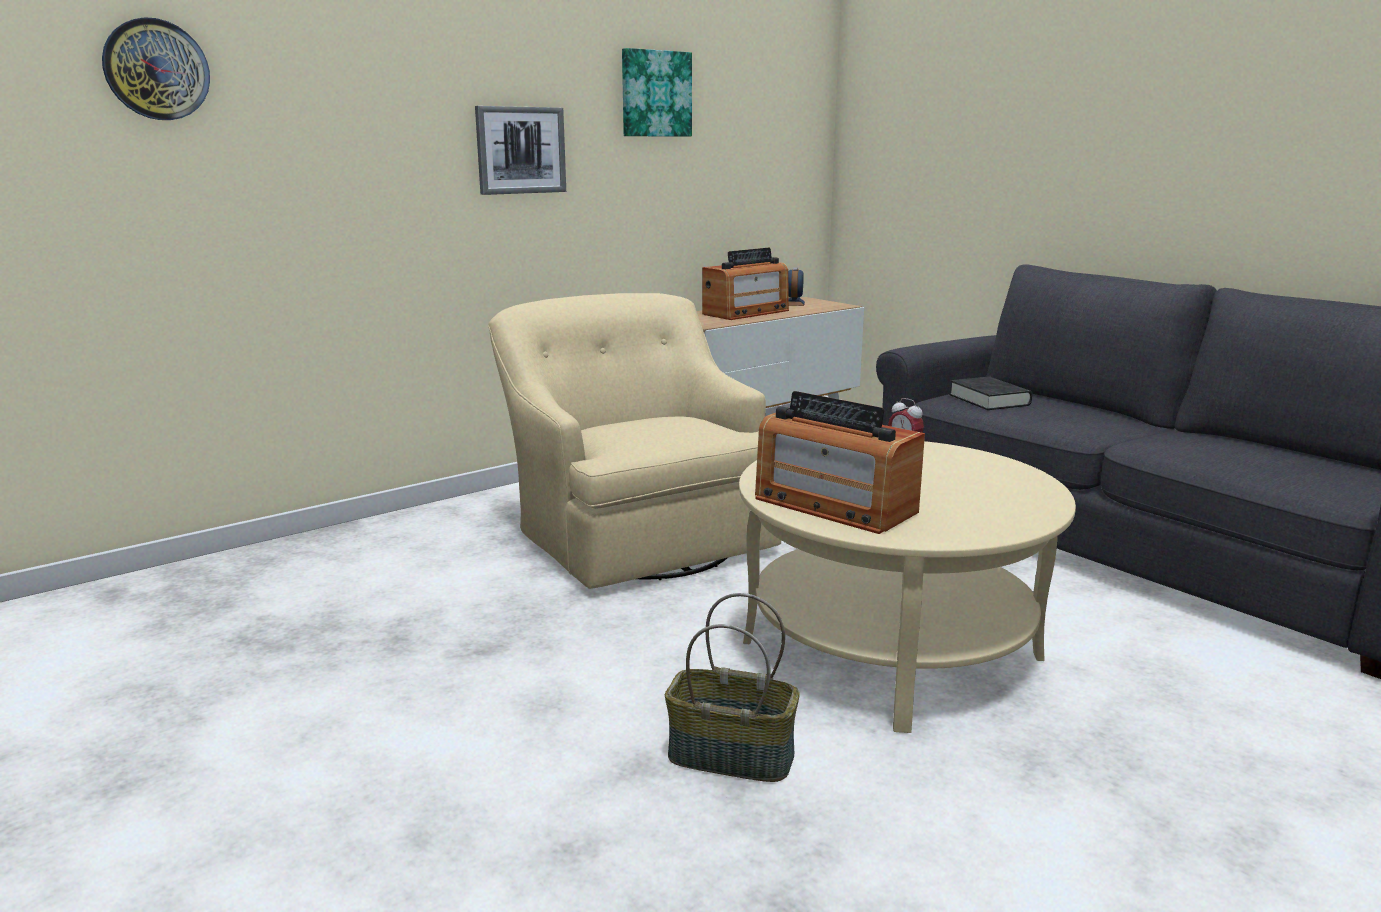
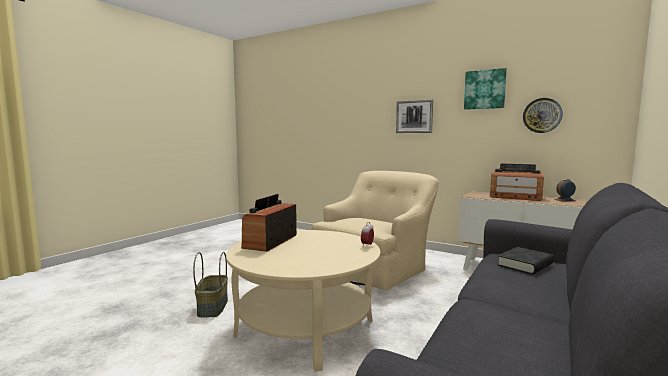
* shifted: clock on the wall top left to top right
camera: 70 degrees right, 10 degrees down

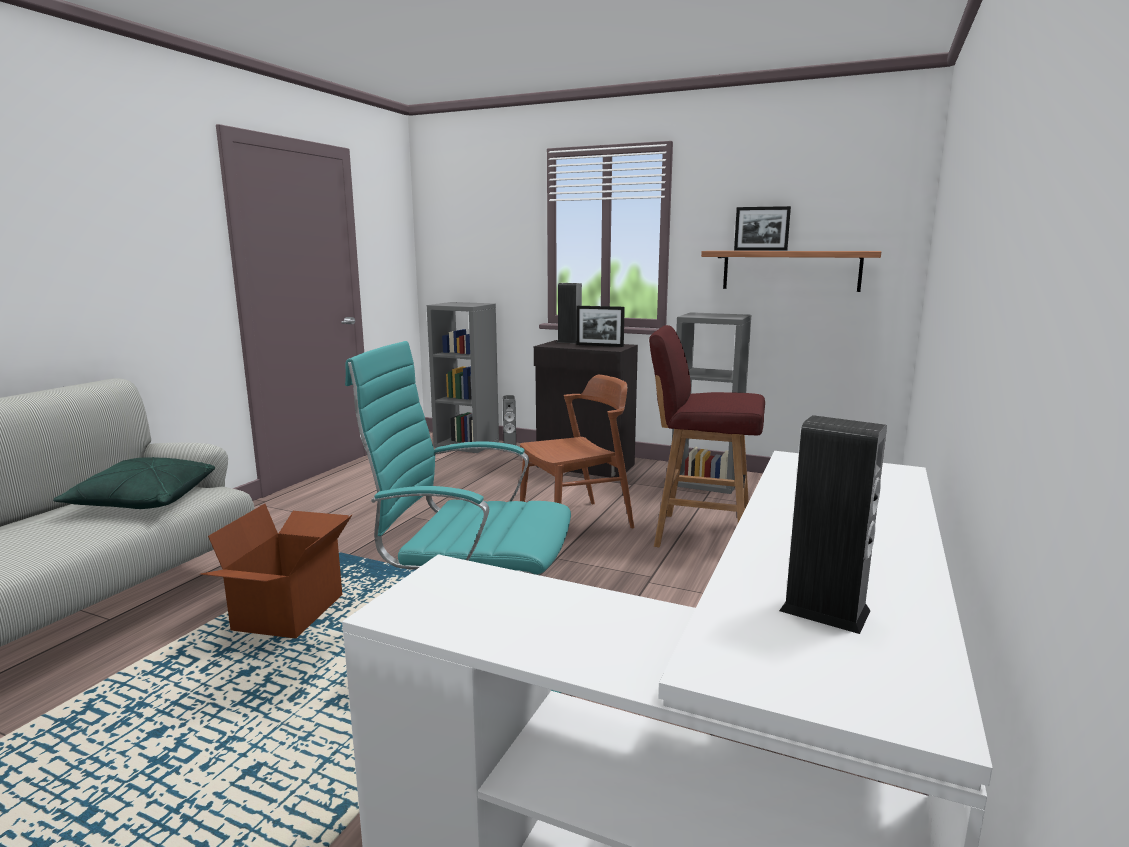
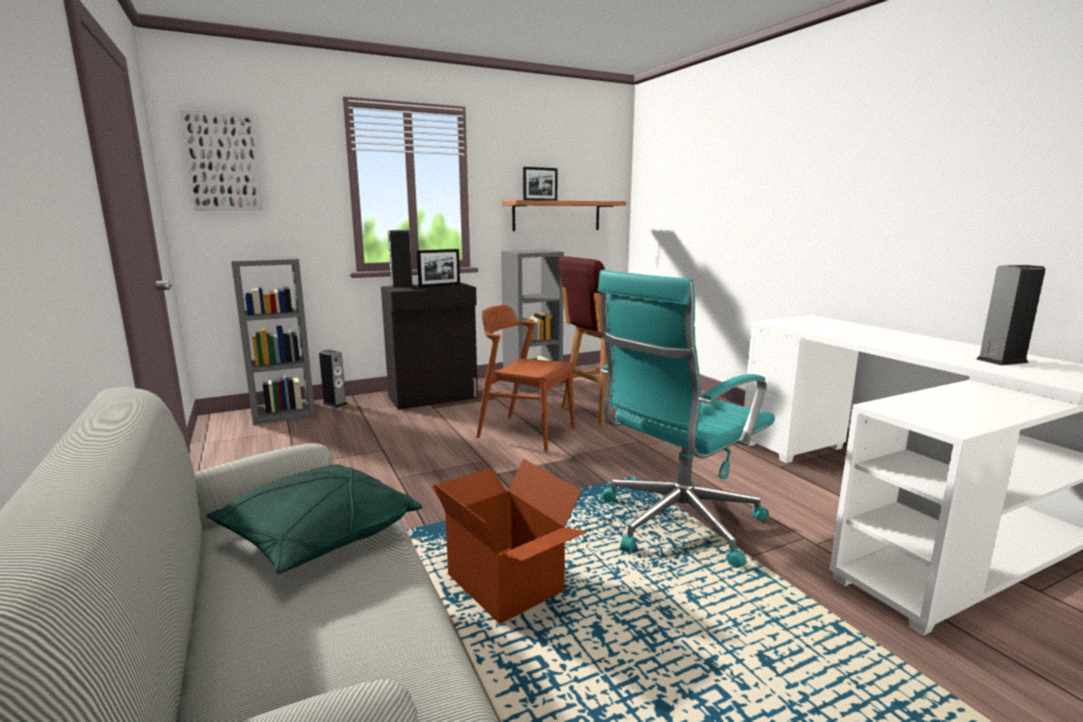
* new: wall art top left
* rotated: plain chair/brown centre = centre 75 degrees counterclockwise
camera: 50 degrees left, 0 degrees up

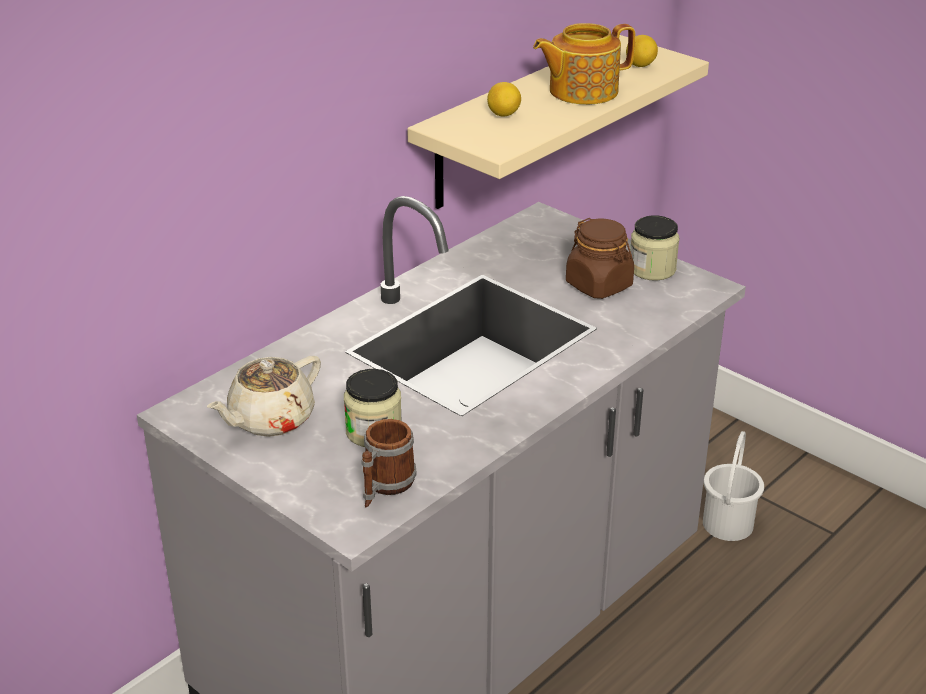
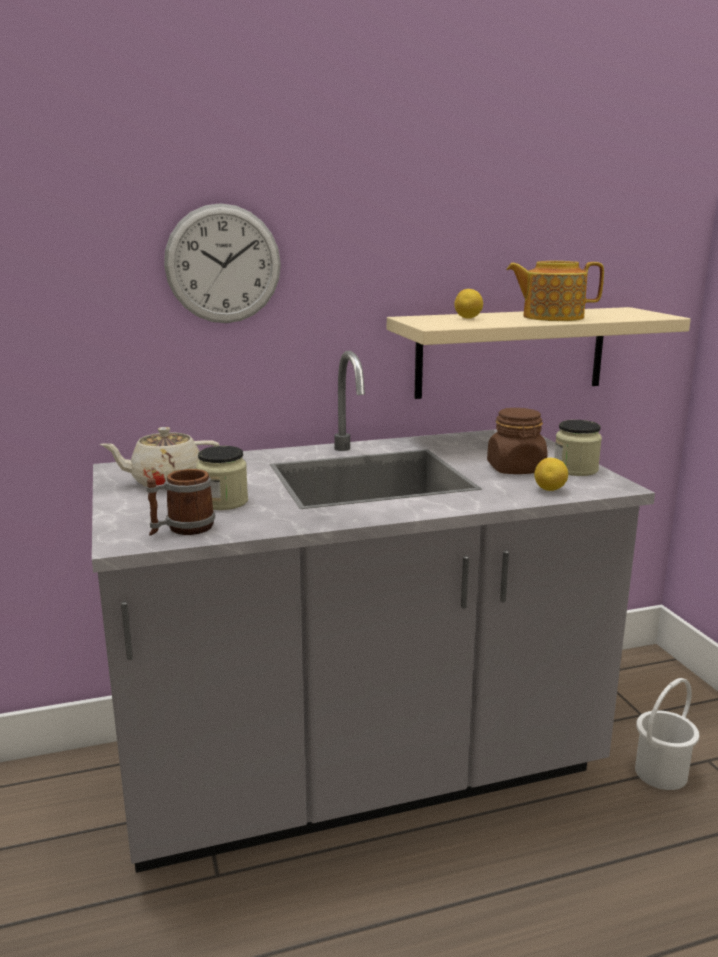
* new: clock on the wall top left
* shifted: lemon (no. 2 from left) top right to middle right
camera: 30 degrees right, 15 degrees down

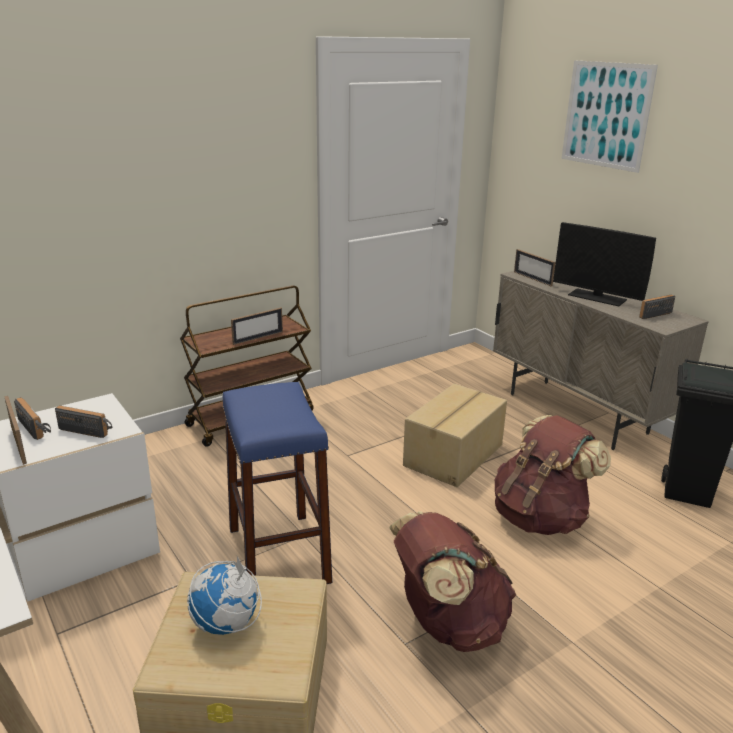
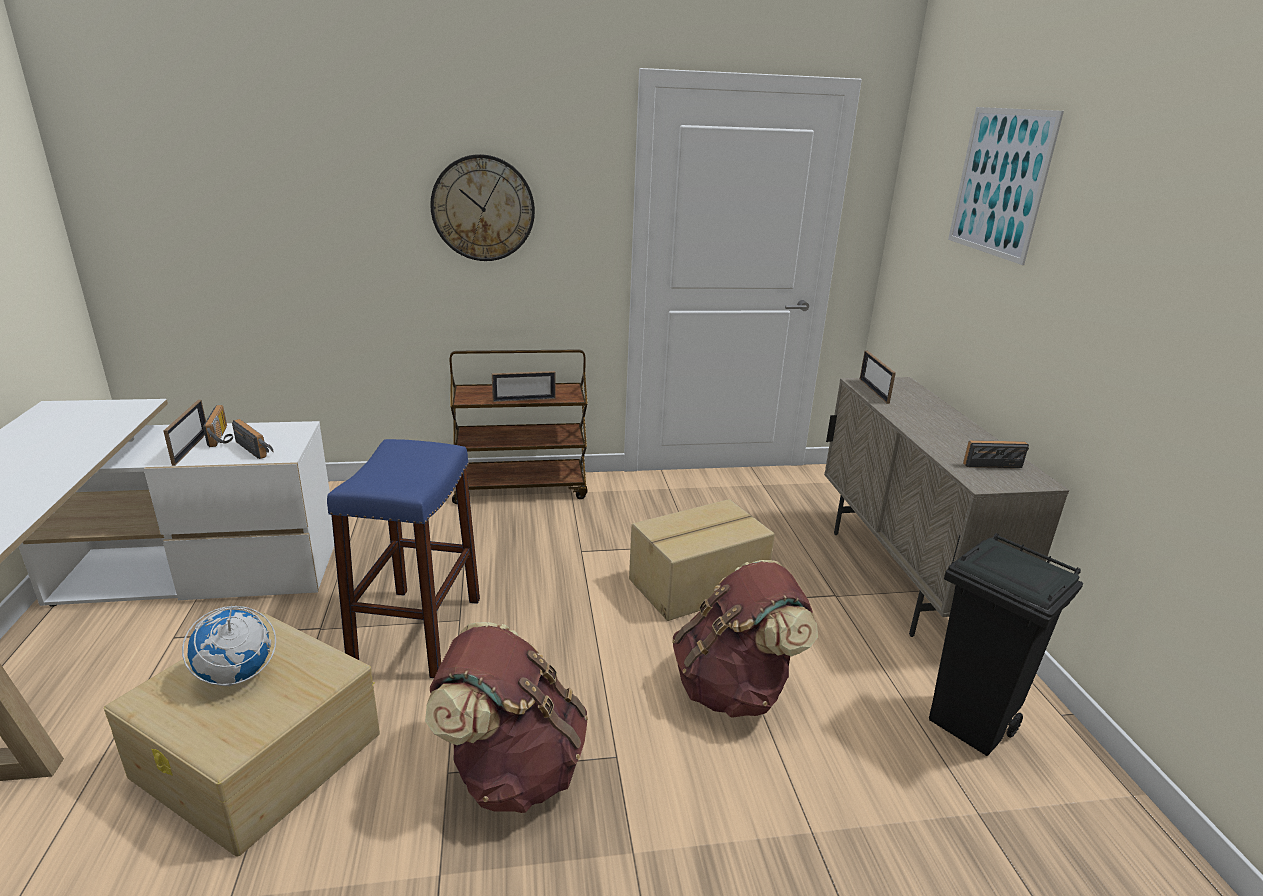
* gone: computer display middle right
* new: clock on the wall top centre
camera: 25 degrees right, 0 degrees up

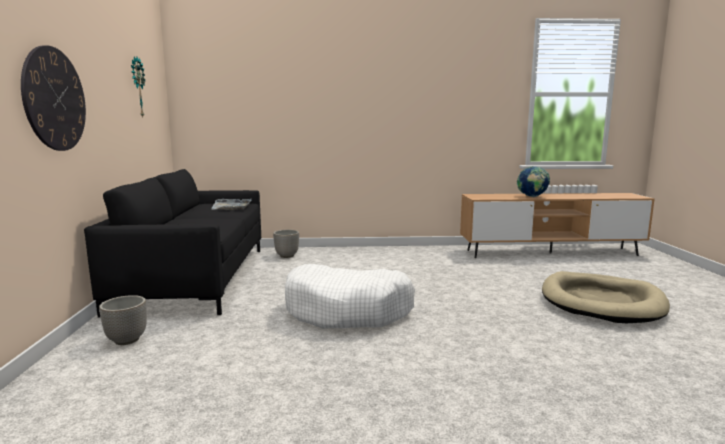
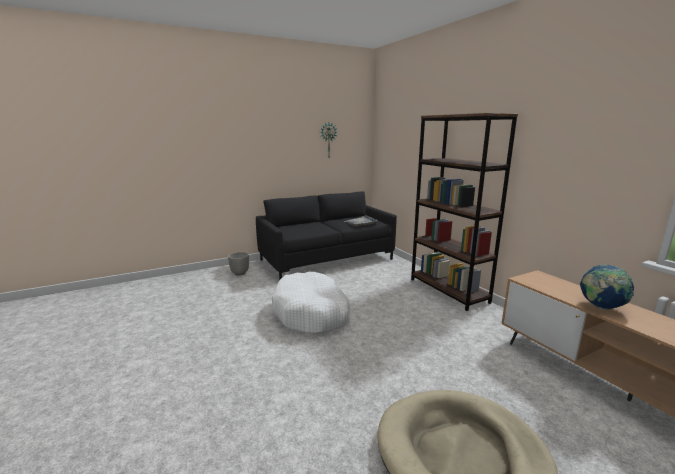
* gone: clock on the wall (no. 1 from left) top left
* gone: flower pot (no. 2 from left) centre
* new: bookshelf/brown middle right
camera: 65 degrees right, 5 degrees up

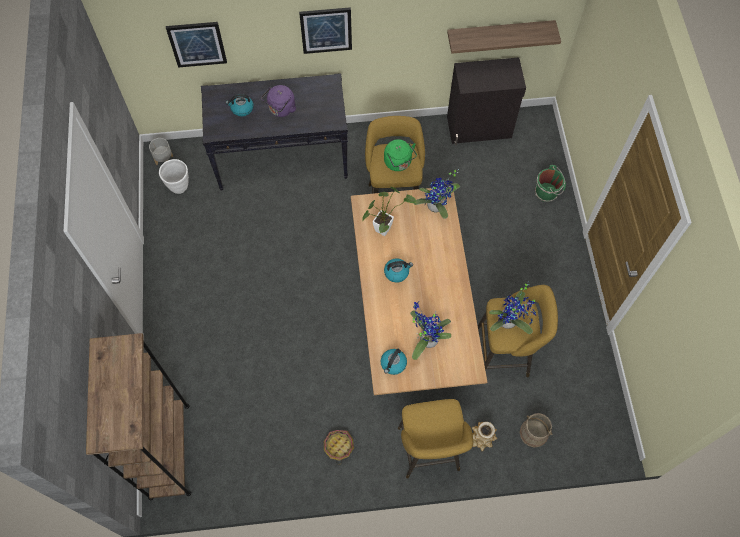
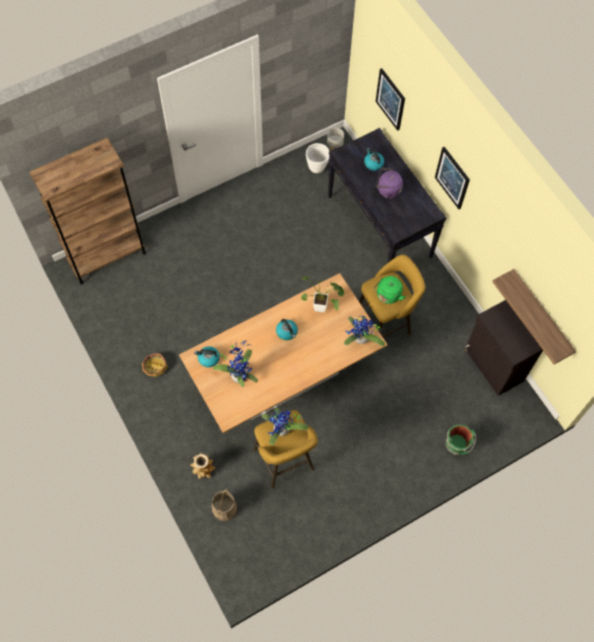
* gone: stool seat/yellowish (no. 2 from left) bottom centre
camera: 65 degrees right, 0 degrees up

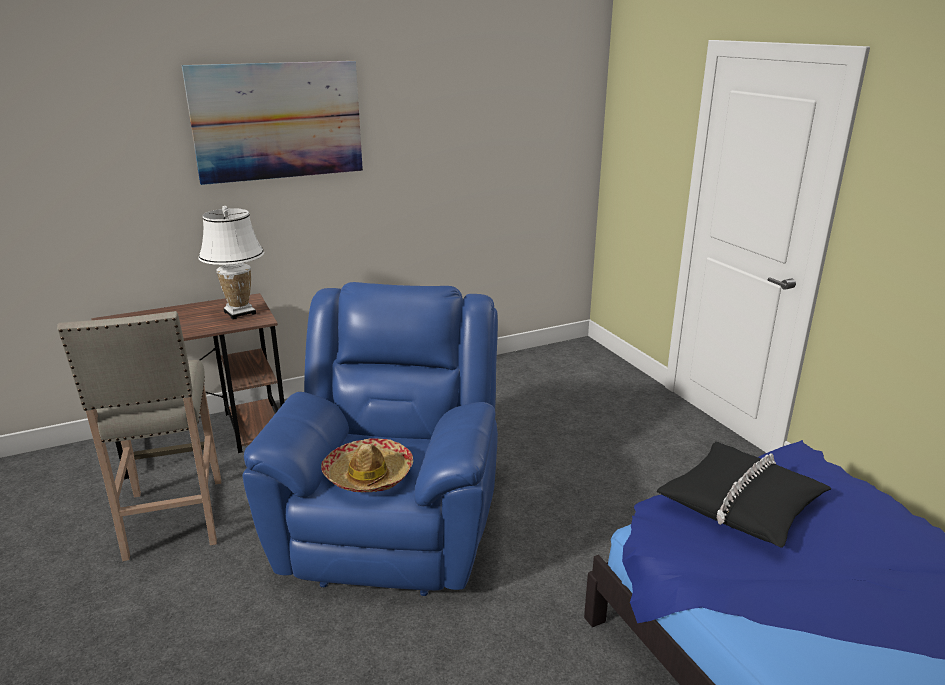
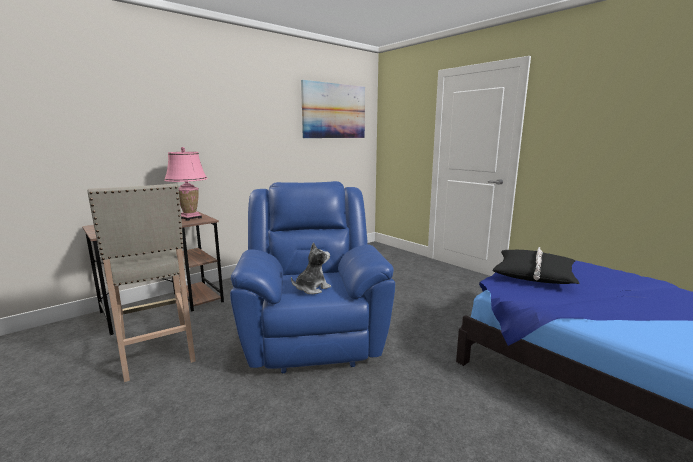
* shifted: wall art top left to top centre
* swapped: hat bottom centre to cuddly toy centre
* repainted: tabletop lamp/whitish middle left to tabletop lamp/pinkish middle left
camera: 15 degrees left, 10 degrees down

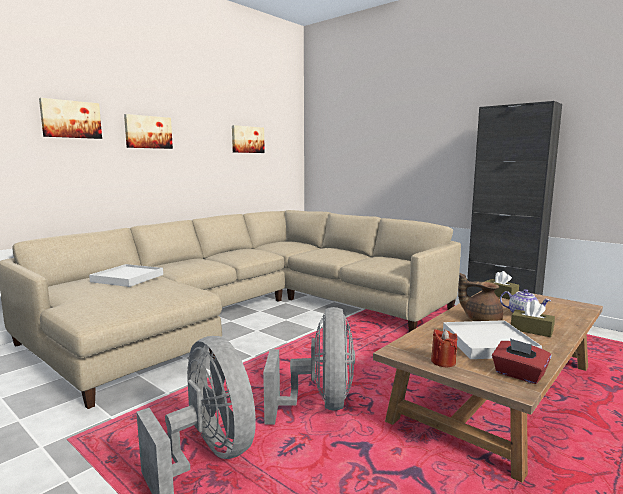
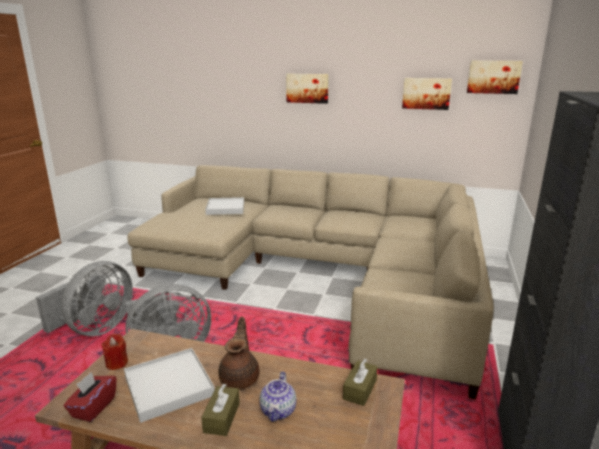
* shifted: wall art (no. 1 from left in the first image) top left to wall art (no. 3 from left) top right
camera: 65 degrees right, 10 degrees up

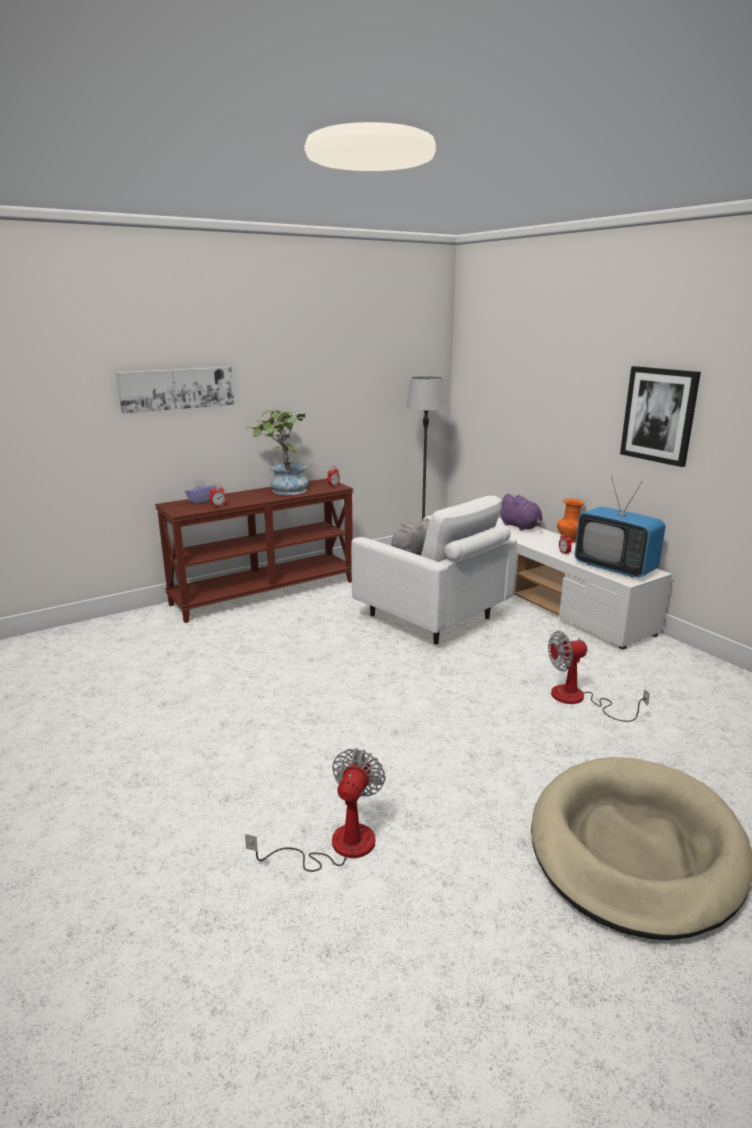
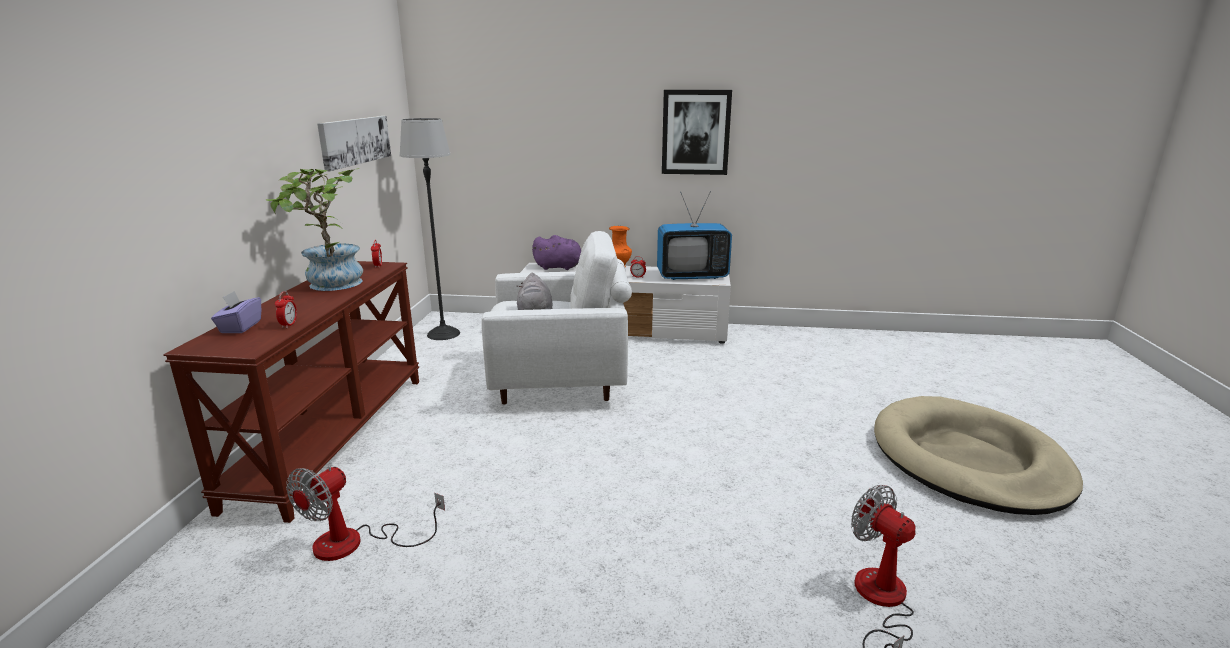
* shifted: wall art (no. 1 from left) middle left to top left
* shifted: electric fan (no. 2 from left in the first image) middle right to electric fan (no. 1 from left) bottom left
camera: 50 degrees left, 0 degrees up

